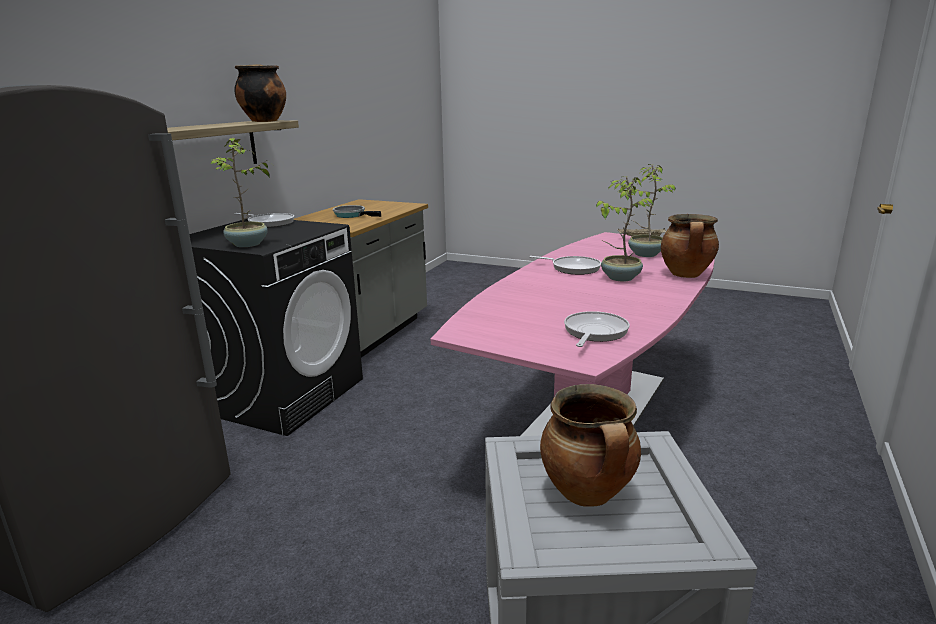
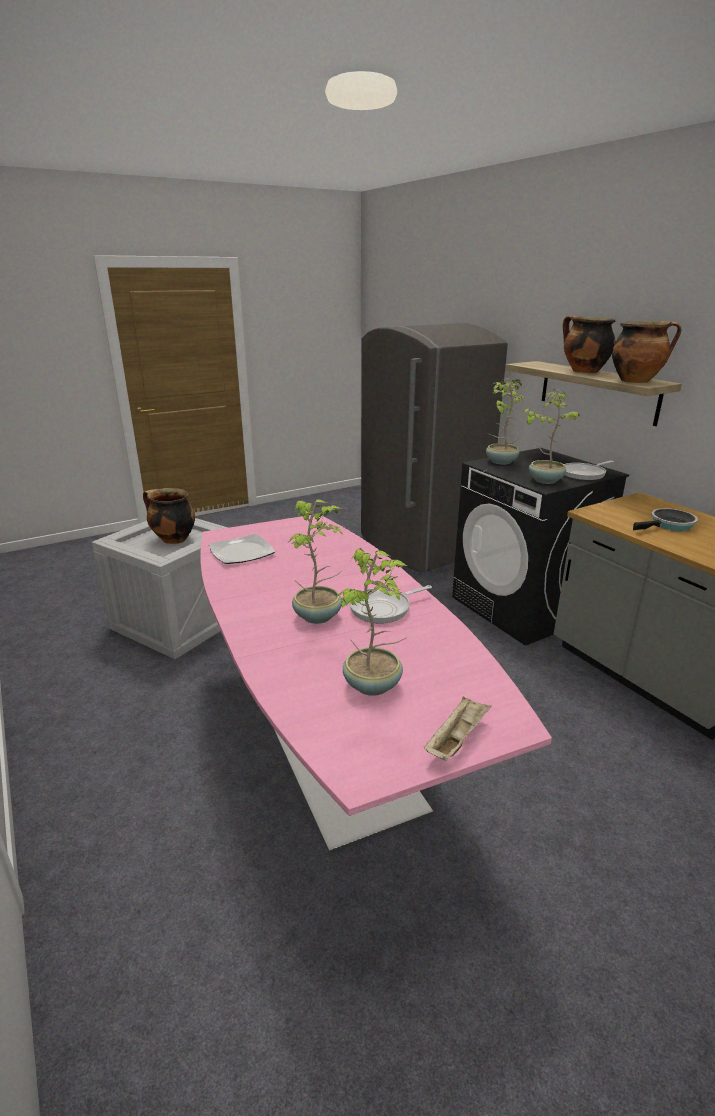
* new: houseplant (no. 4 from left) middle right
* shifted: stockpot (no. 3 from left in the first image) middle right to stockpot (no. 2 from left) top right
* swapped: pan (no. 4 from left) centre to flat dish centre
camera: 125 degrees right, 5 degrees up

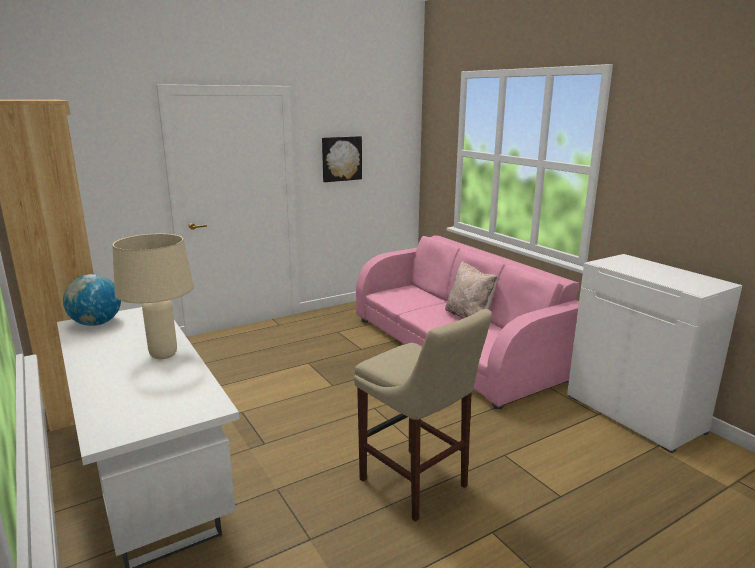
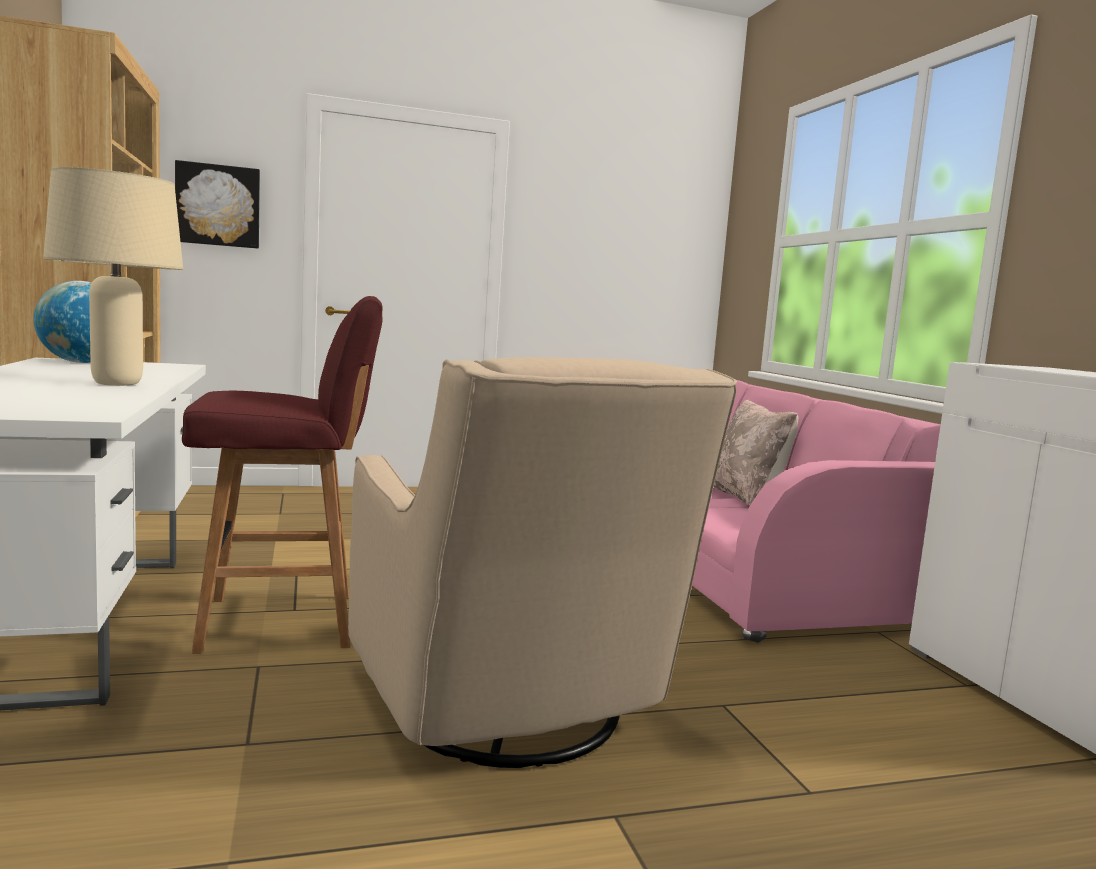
* new: stool seat/reddish middle left
* shifted: wall art top centre to top left
* swapped: stool seat/beige bottom centre to easy chair/beige centre
camera: 15 degrees right, 10 degrees down

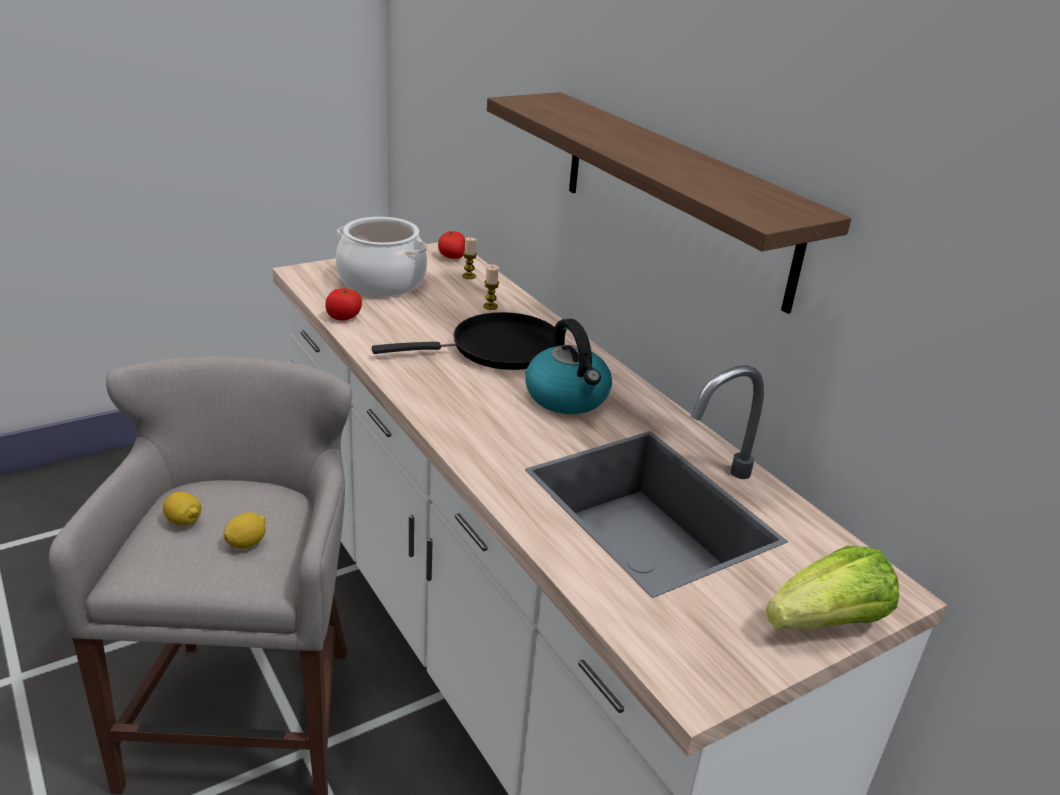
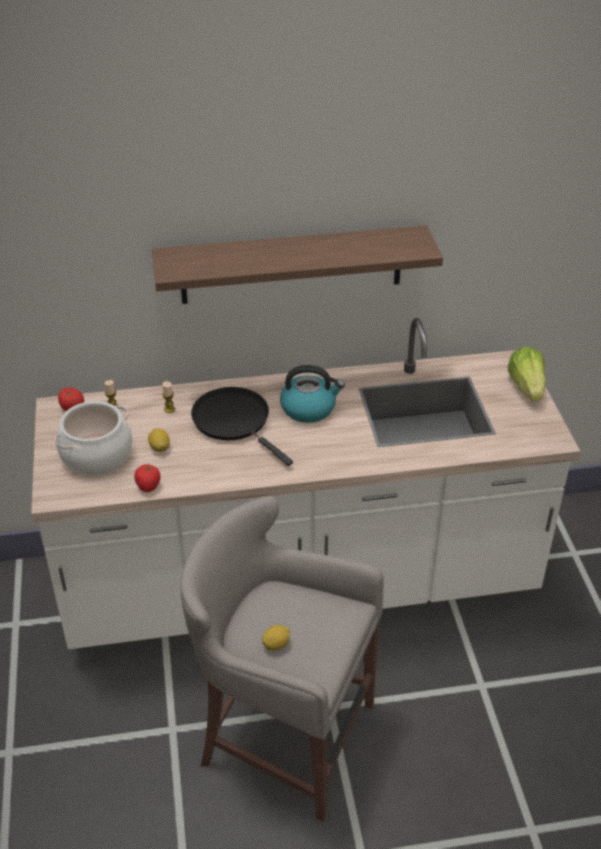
* shifted: lemon (no. 2 from left in the first image) bottom left to lemon (no. 1 from left) middle left
* rotated: pan/black centre = centre 45 degrees counterclockwise
camera: 65 degrees left, 10 degrees up

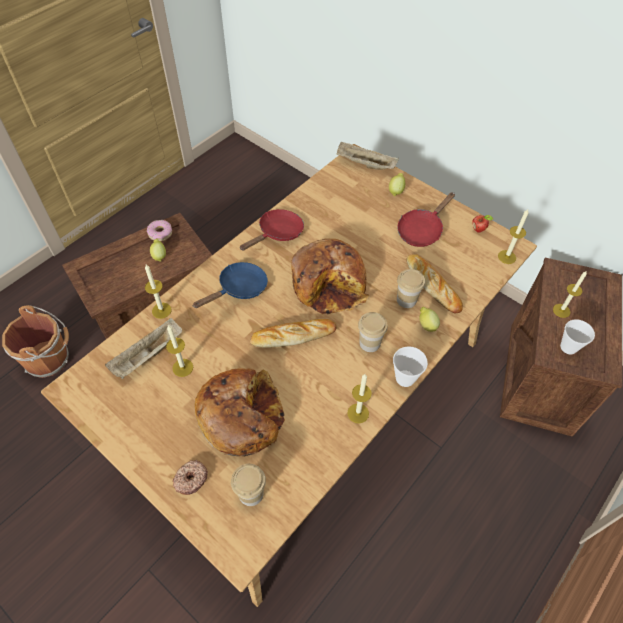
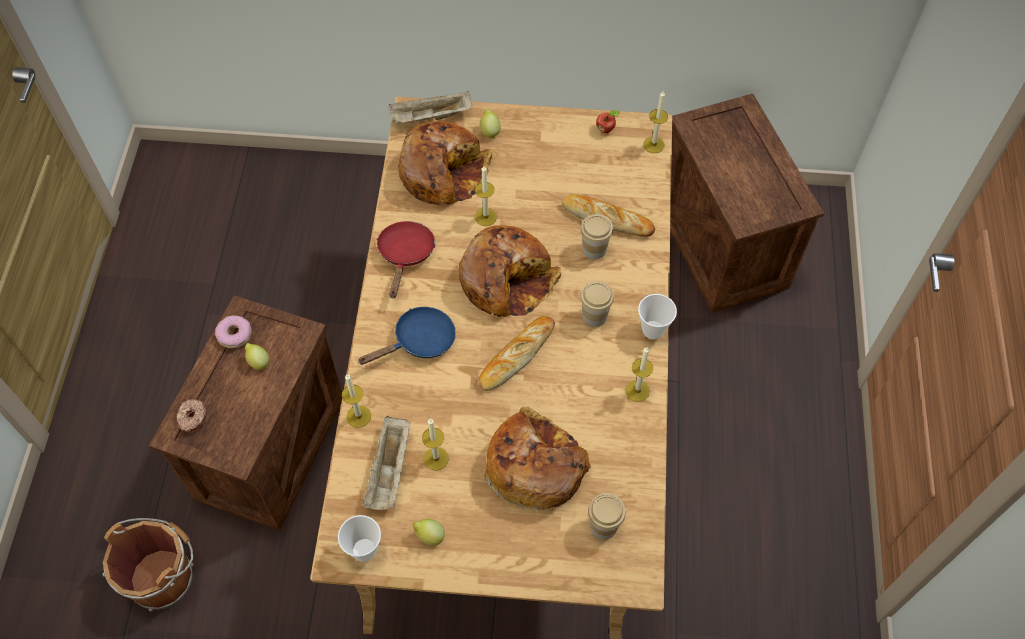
* gone: pan/reddish (no. 2 from left) middle right
* new: bakery bread (no. 1 from left) top centre
* shifted: ring doughnut (no. 2 from left in the first image) bottom left to ring doughnut (no. 1 from left) middle left
* shifted: lemon (no. 3 from left in the first image) middle right to lemon (no. 2 from left) bottom centre
* shifted: candle (no. 5 from left in the first image) middle right to candle (no. 3 from left) top centre
* shifted: small cup (no. 5 from left in the first image) middle right to small cup (no. 1 from left) bottom centre
* rotated: pan/bluish centre = centre 45 degrees clockwise
camera: 35 degrees left, 5 degrees up

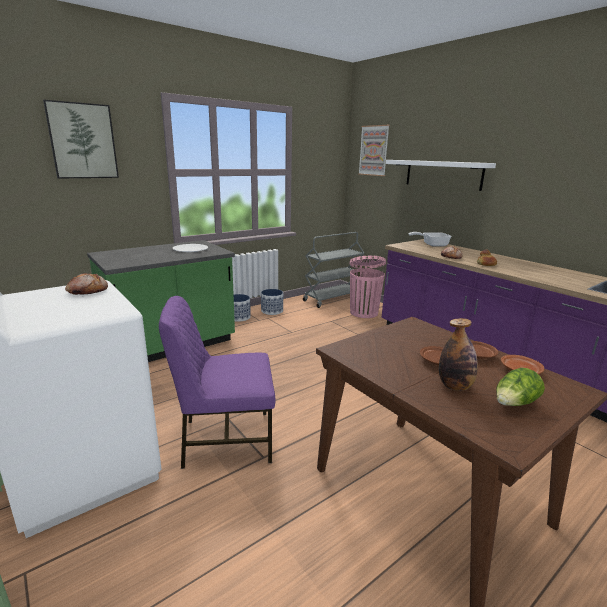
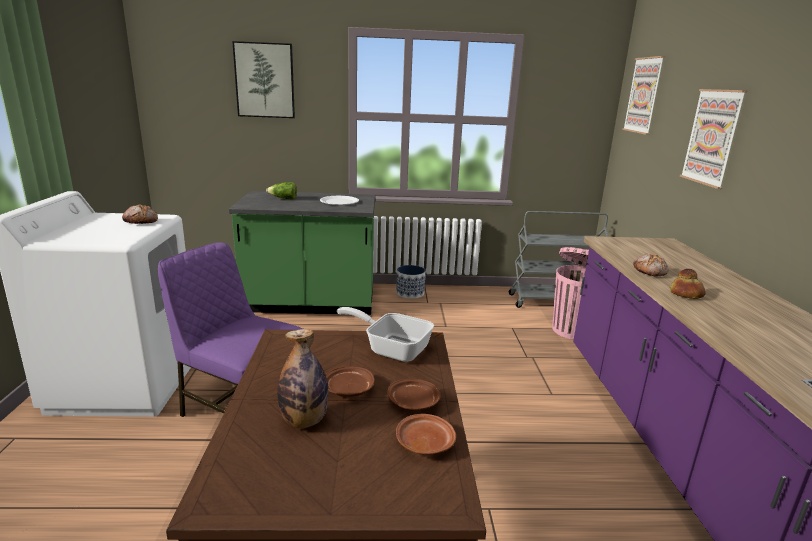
* gone: flower pot (no. 2 from left) centre
* shifted: pan middle right to centre
* shifted: lettuce middle right to centre
* swapped: shelf/whitish top right to wall art (no. 3 from left) top right
camera: 35 degrees right, 0 degrees up

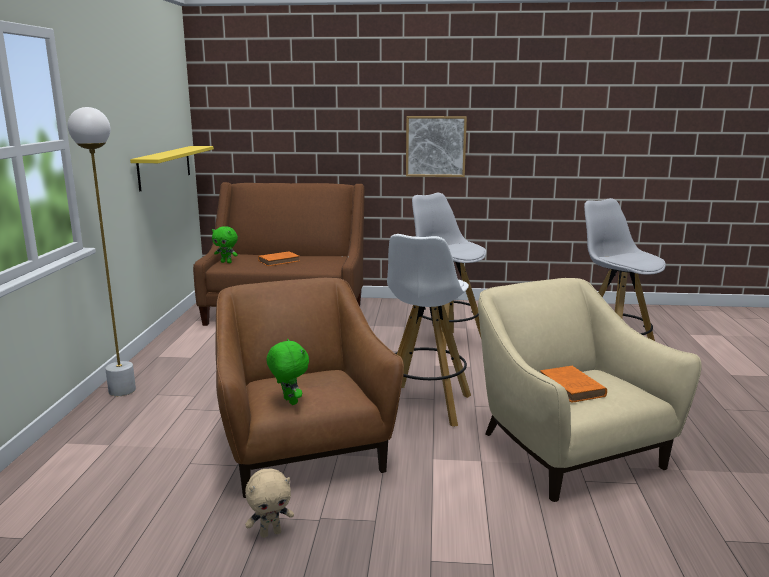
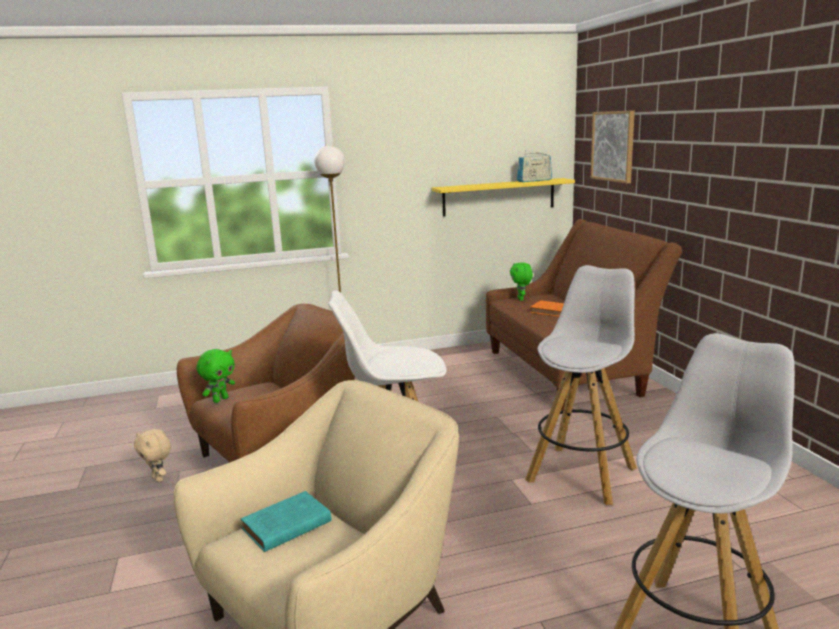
* new: radio top centre
* shifted: wall art top centre to top right
* repainted: bound book/orange (no. 2 from left) middle right to bound book/turquoise bottom centre
camera: 70 degrees right, 0 degrees up

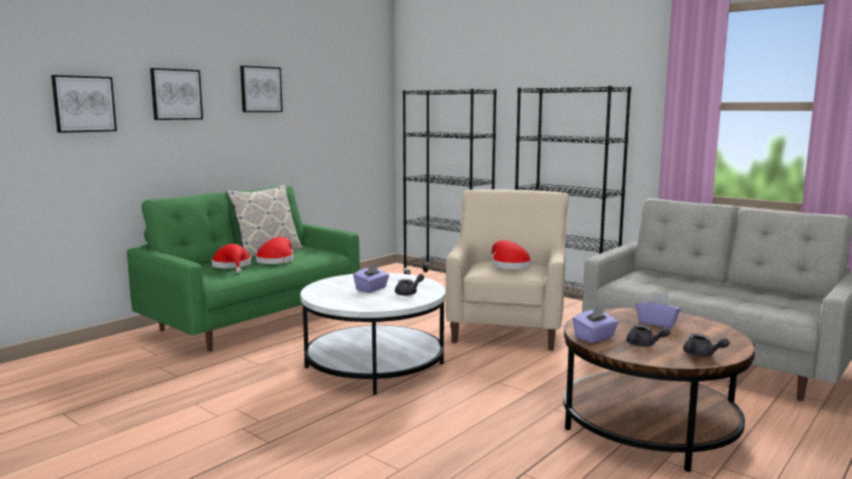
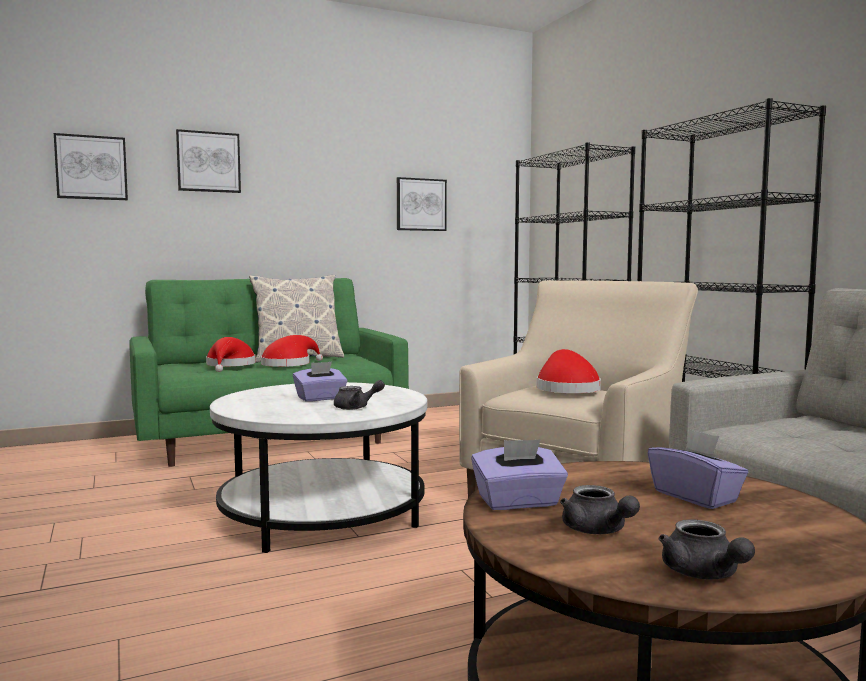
* shifted: wall art (no. 3 from left) top left to top centre
camera: 25 degrees right, 5 degrees down

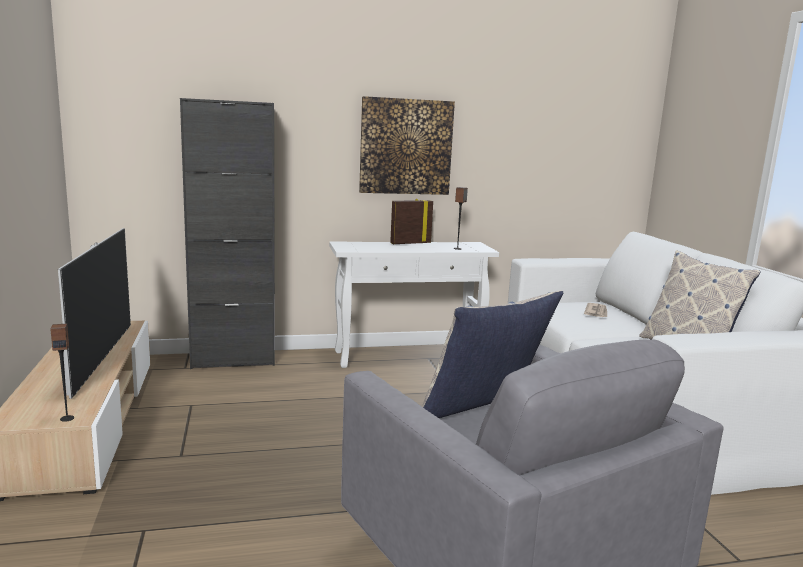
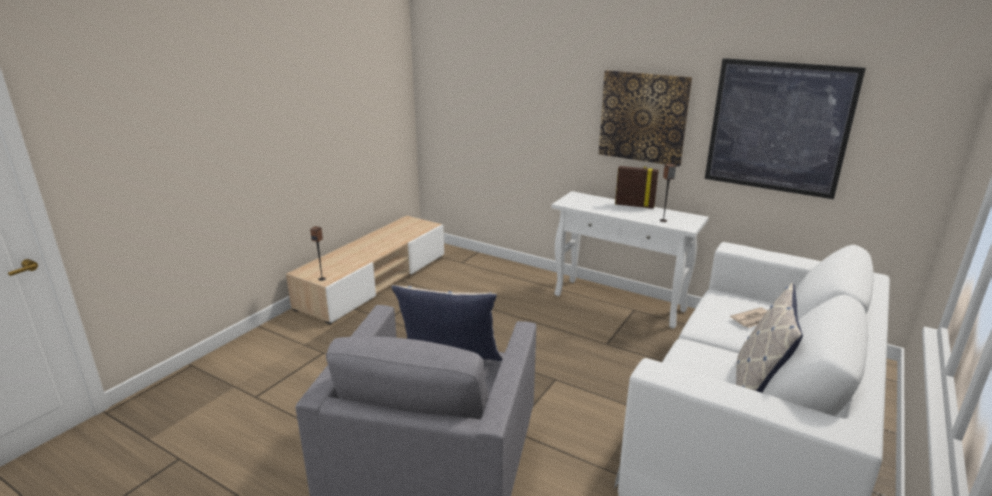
* gone: television middle left
* gone: cabinet/black middle left
* new: wall art (no. 2 from left) top right
camera: 45 degrees right, 10 degrees up

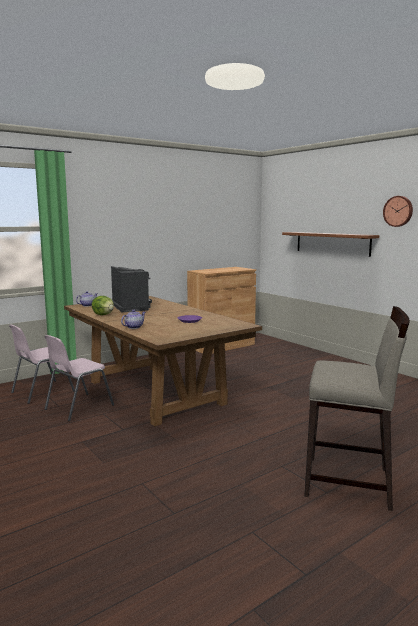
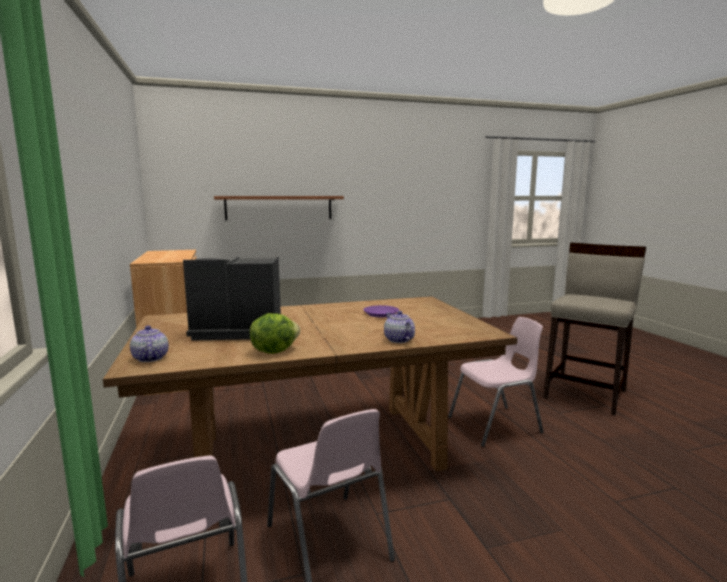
* gone: clock on the wall middle right
* new: plain chair/pinkish (no. 3 from left) middle right
camera: 70 degrees left, 0 degrees up

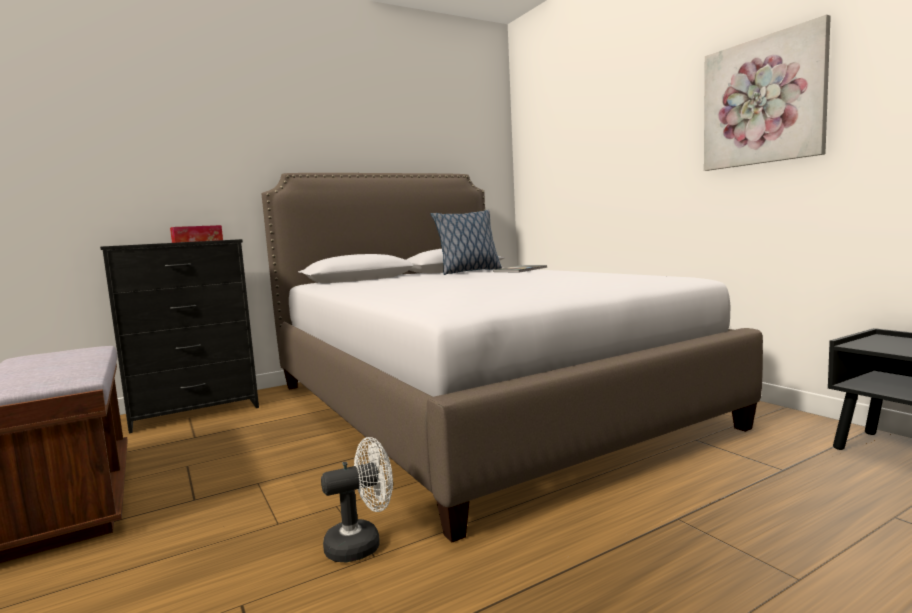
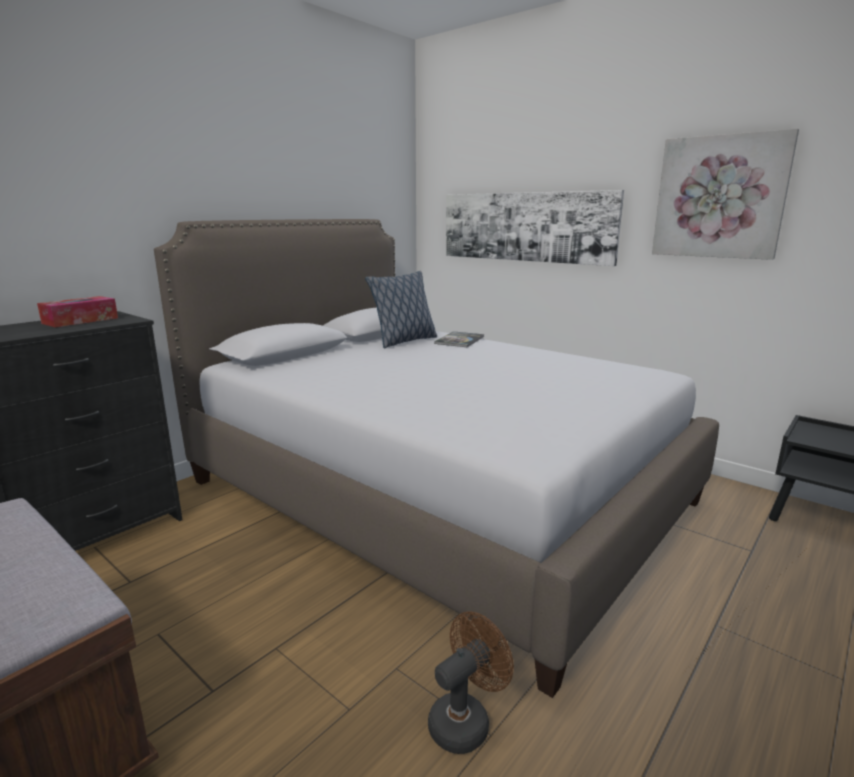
* new: wall art (no. 1 from left) top centre
* repainted: electric fan/whitish bottom centre to electric fan/brown bottom centre
camera: 20 degrees left, 10 degrees up

